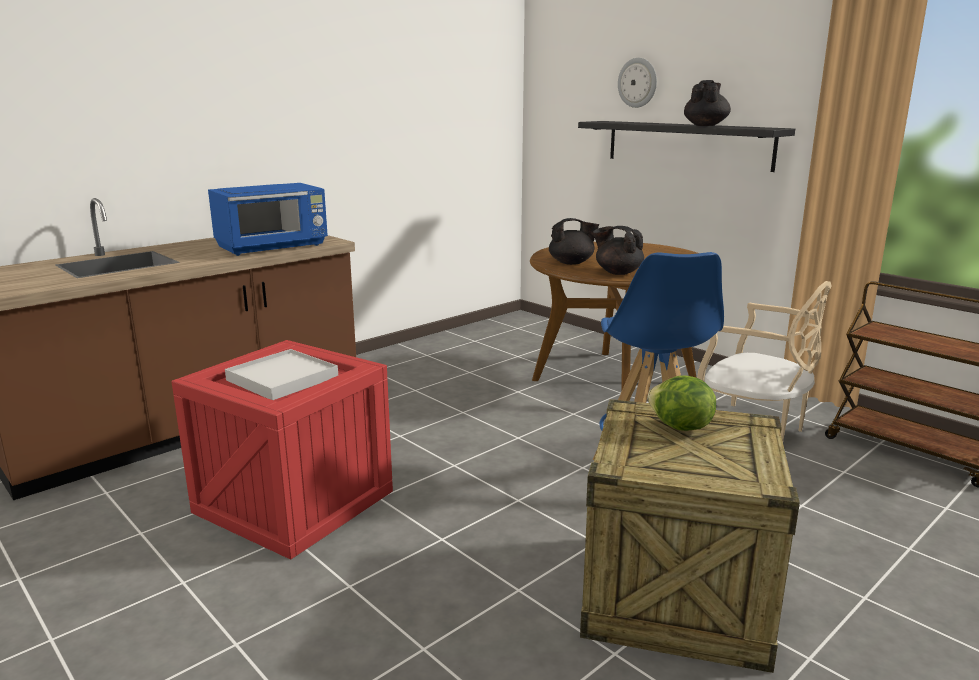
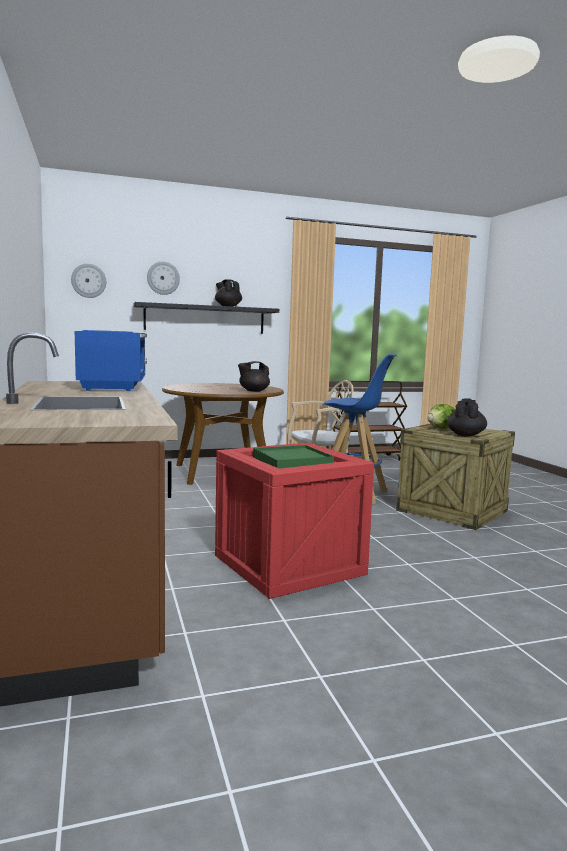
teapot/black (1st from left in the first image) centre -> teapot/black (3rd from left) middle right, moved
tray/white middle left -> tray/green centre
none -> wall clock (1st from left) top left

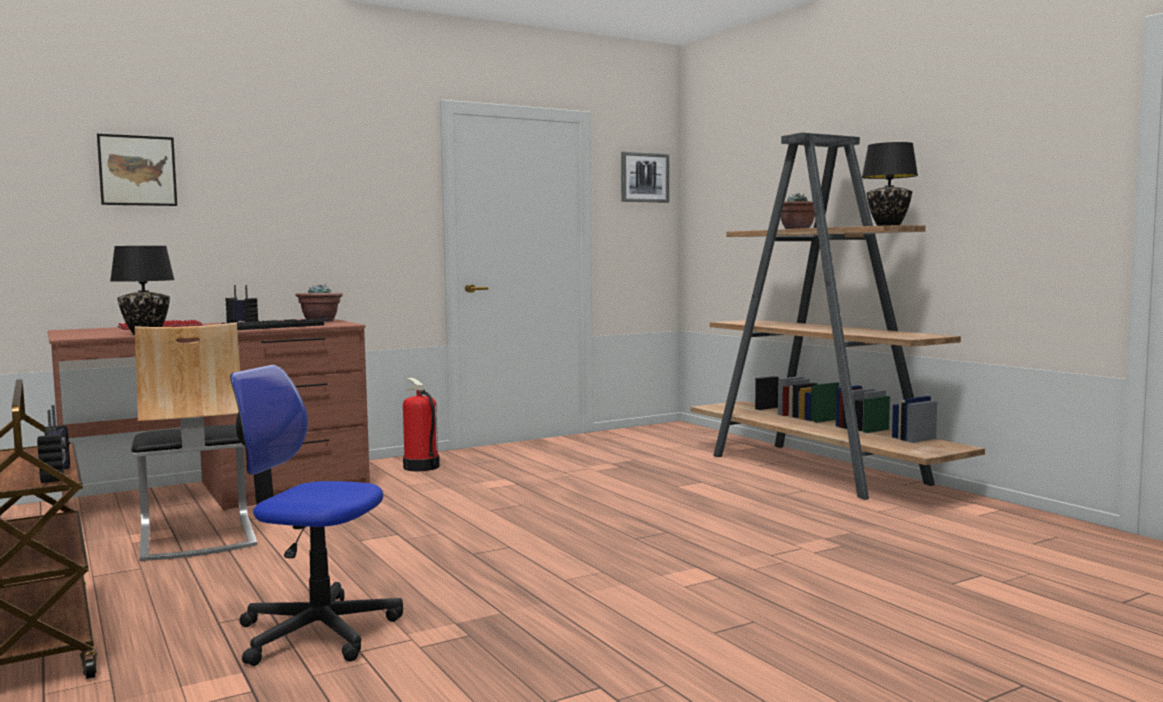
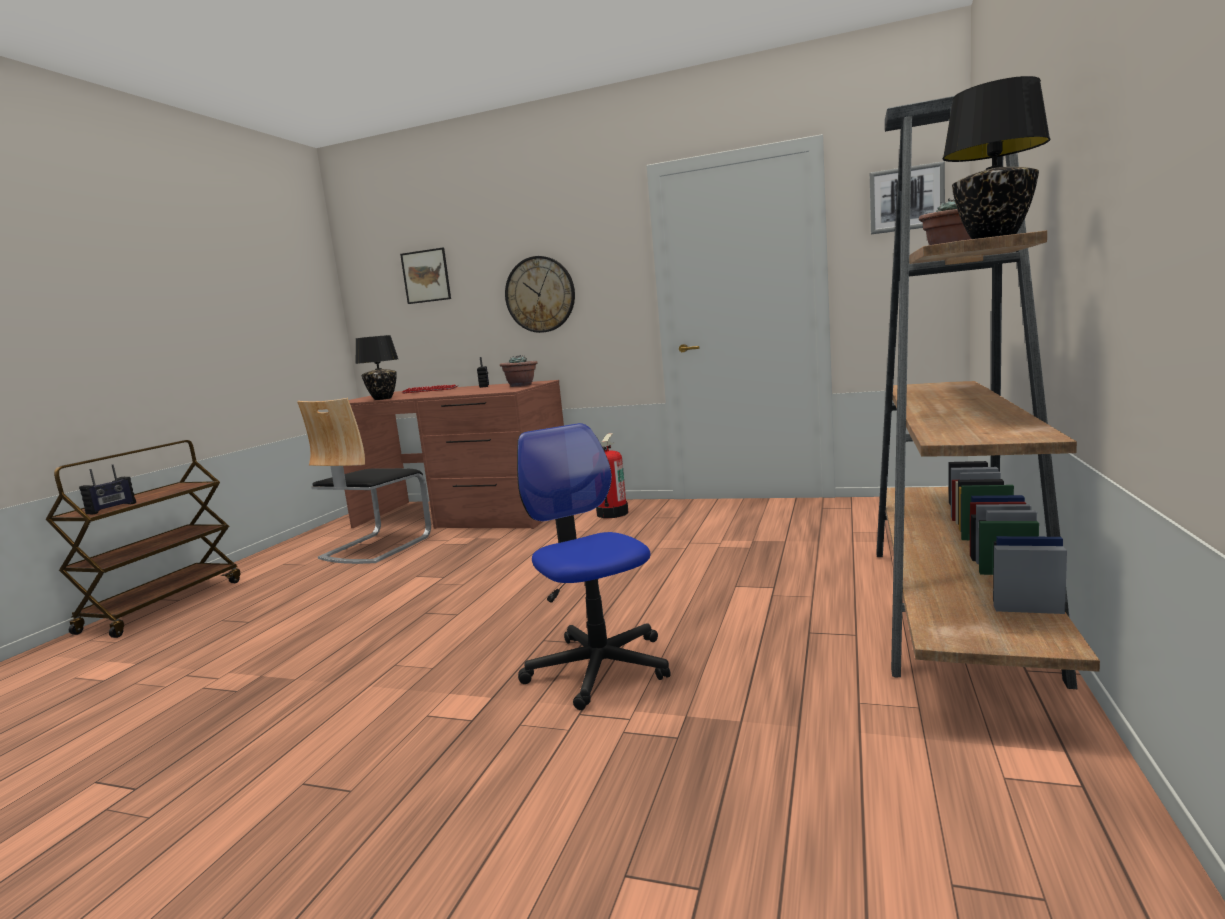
keyboard (2nd from left) middle left -> none
office chair bottom left -> office chair centre, moved
none -> wall clock top centre

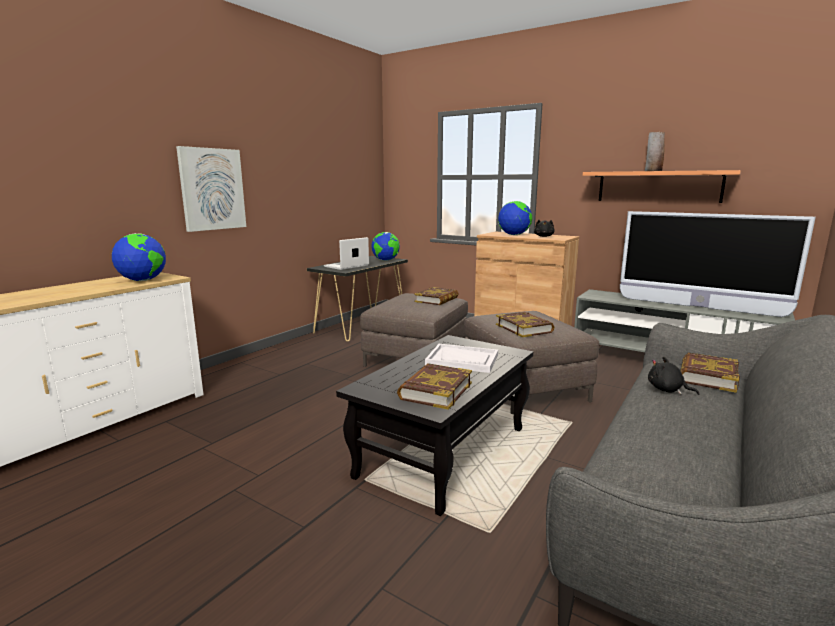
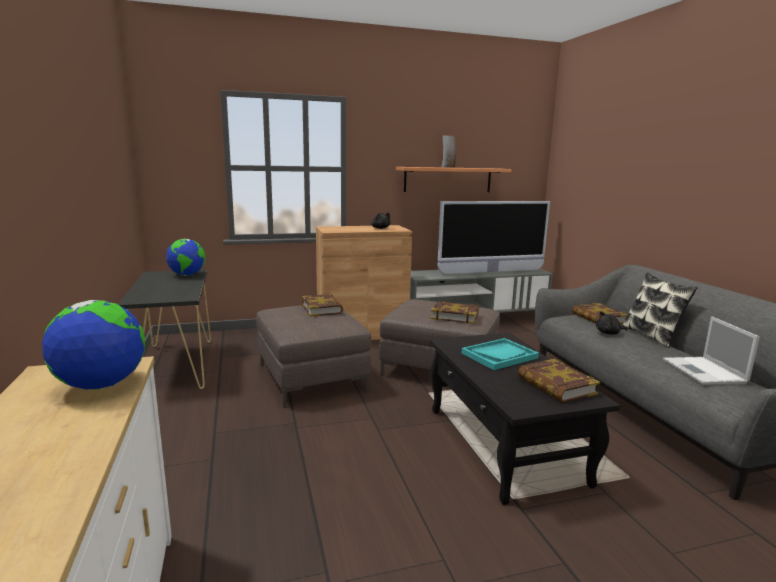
picture top left -> none
globe (3rd from left) centre -> none
laptop centre -> laptop middle right, moved
tray/white centre -> tray/turquoise centre
none -> pillow middle right

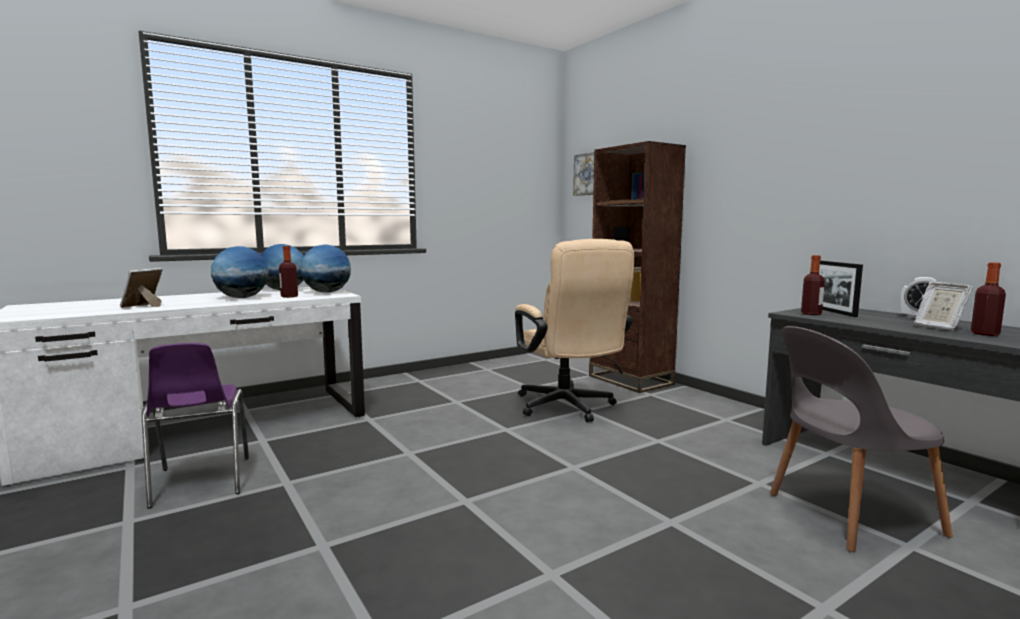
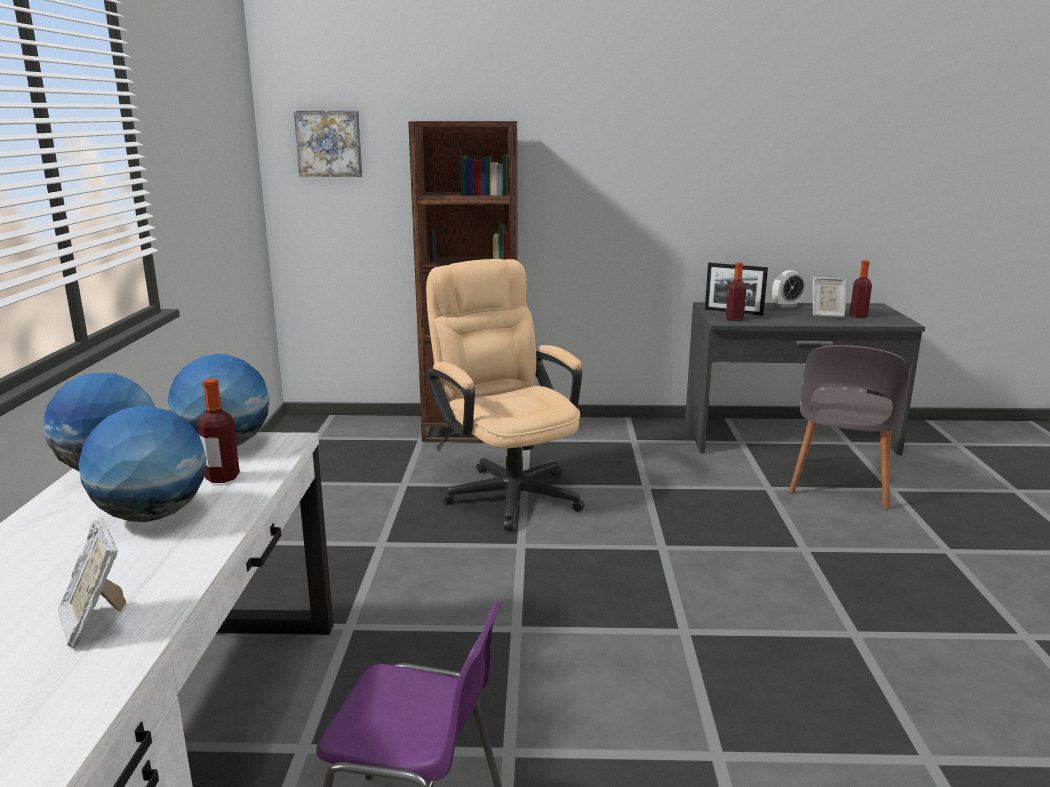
office chair/beige centre, 135 degrees counterclockwise

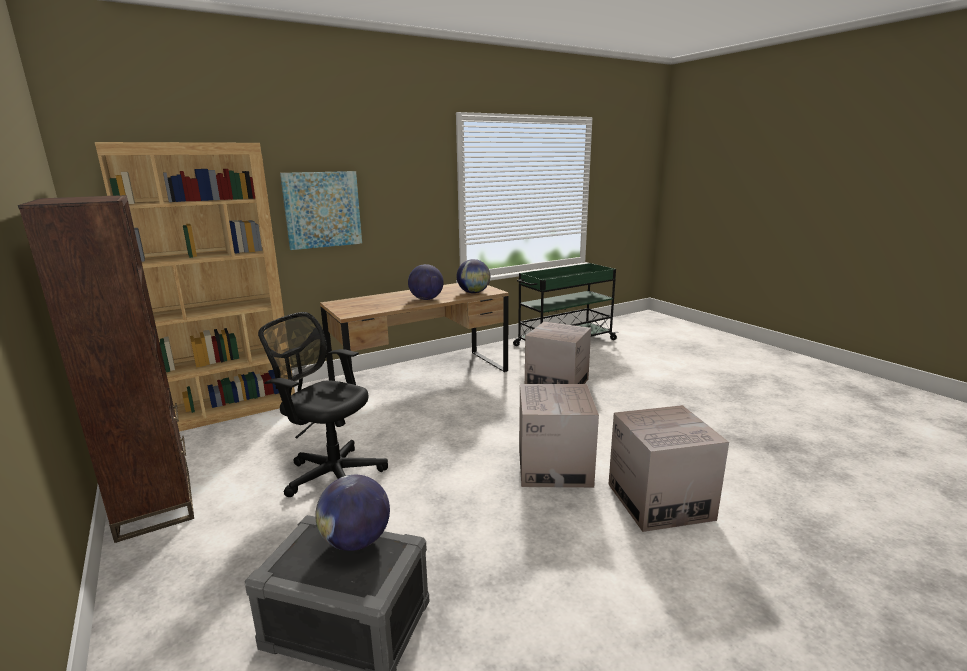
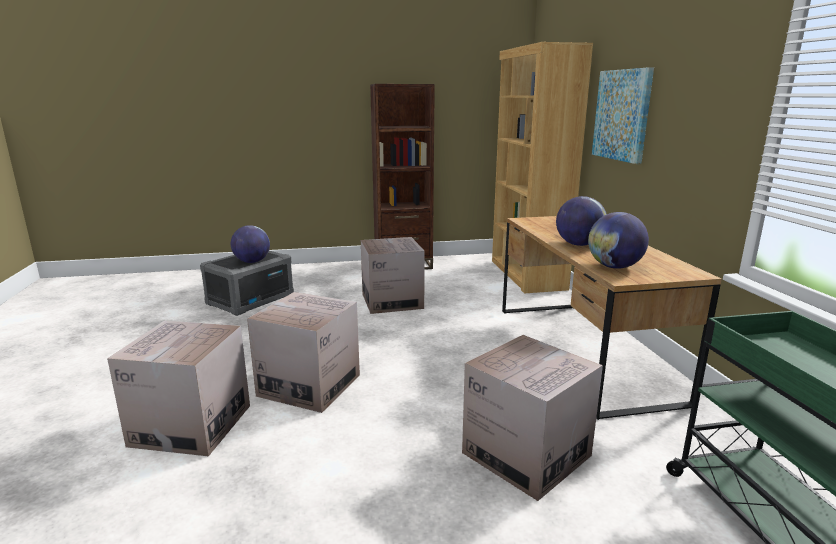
office chair/black centre -> cardboard box (3rd from left) centre

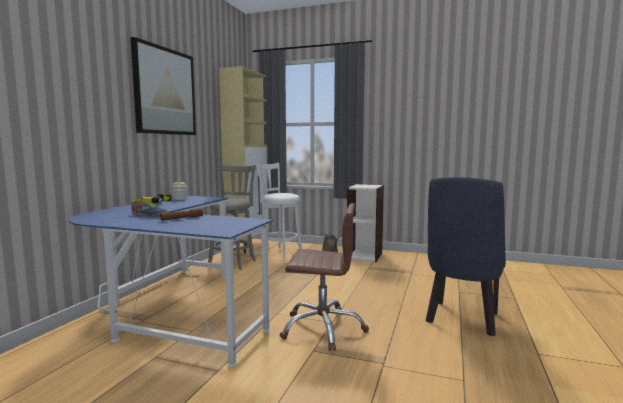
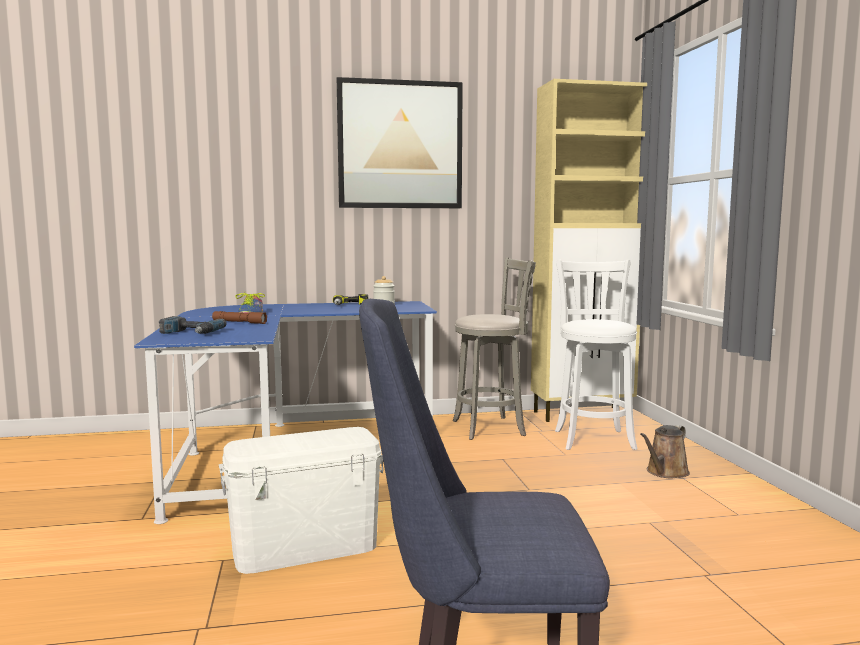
bookcase centre -> none
office chair/brown bottom centre -> storage box/white bottom centre
none -> power drill (1st from left) middle left

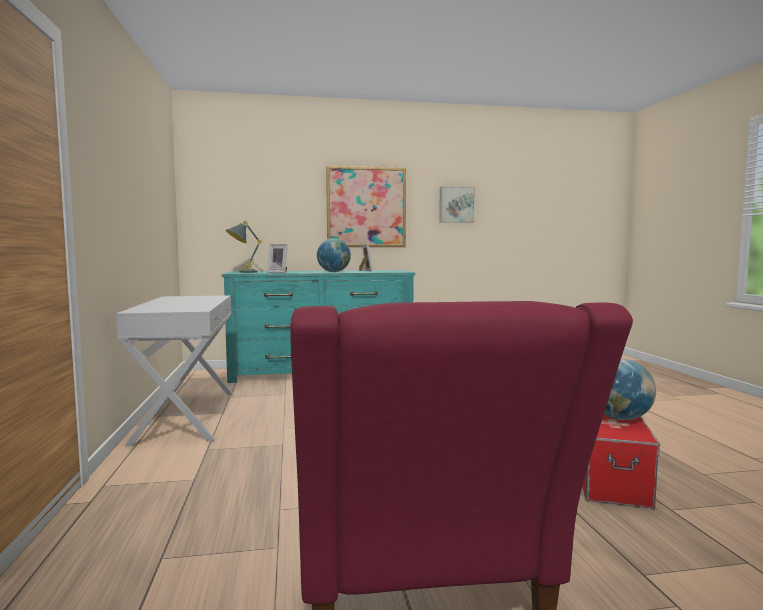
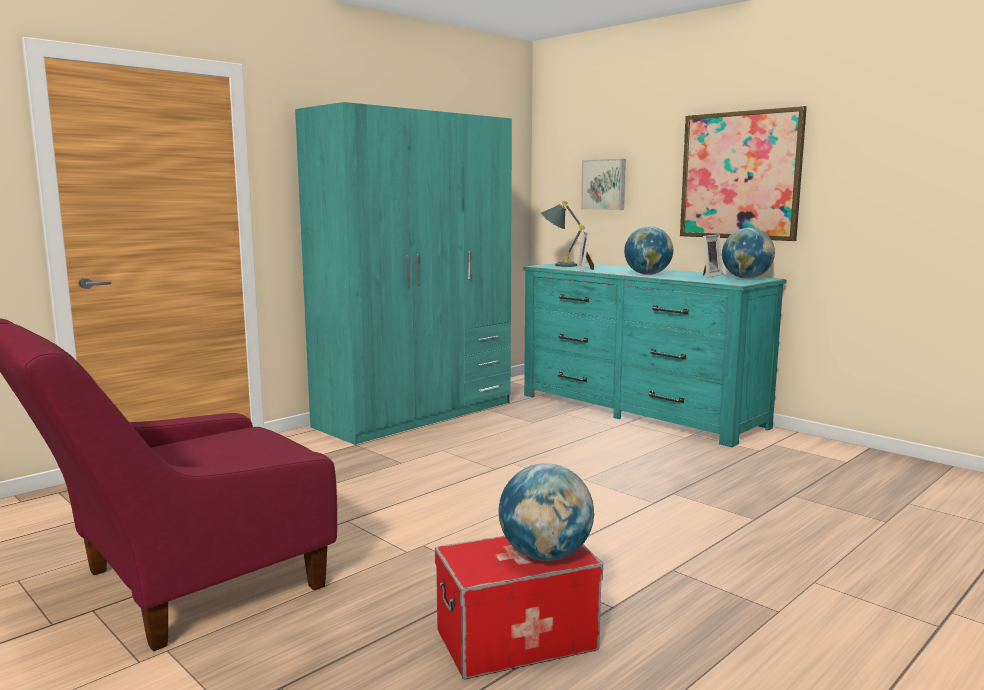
picture (2nd from left in the first image) centre -> picture (1st from left) top centre, moved
console table/white middle left -> wardrobe/turquoise centre
none -> globe (3rd from left) middle right

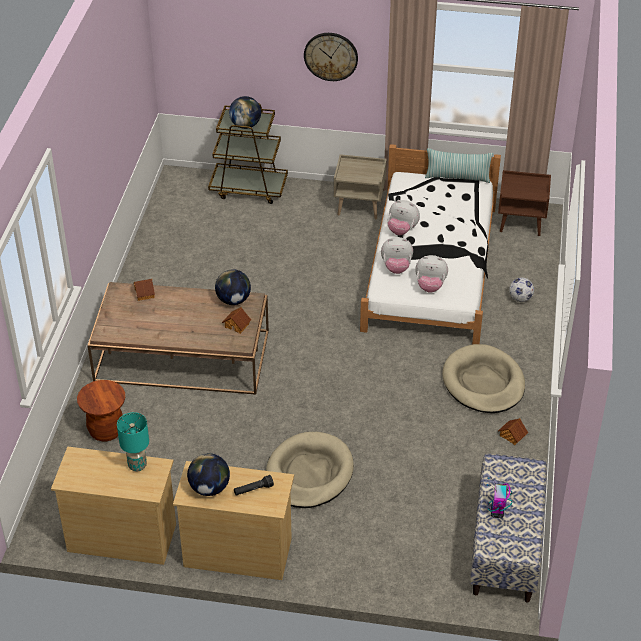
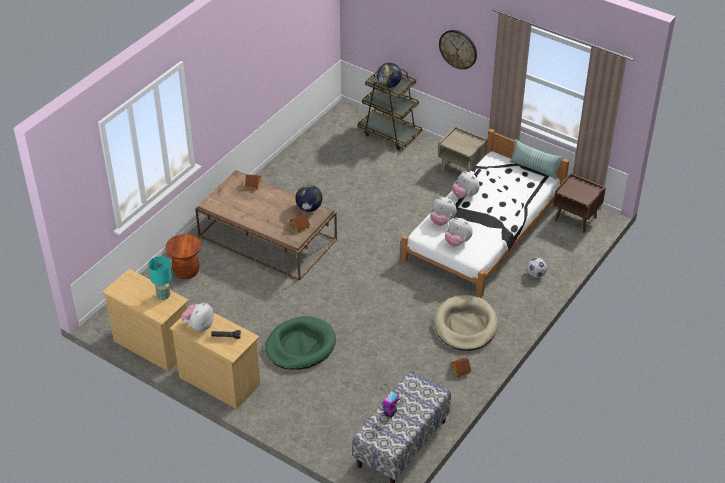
dog bed/beige (1st from left) bottom centre -> dog bed/green bottom centre
globe (1st from left) bottom left -> plush toy (1st from left) middle left

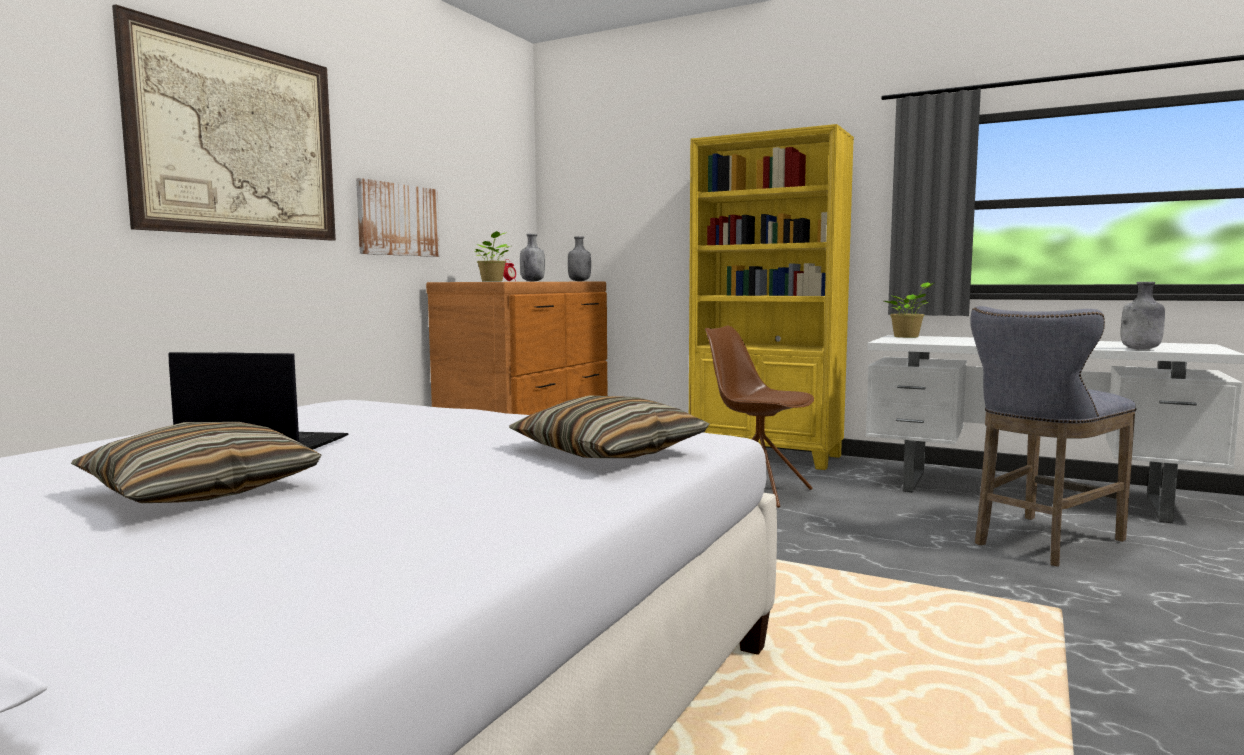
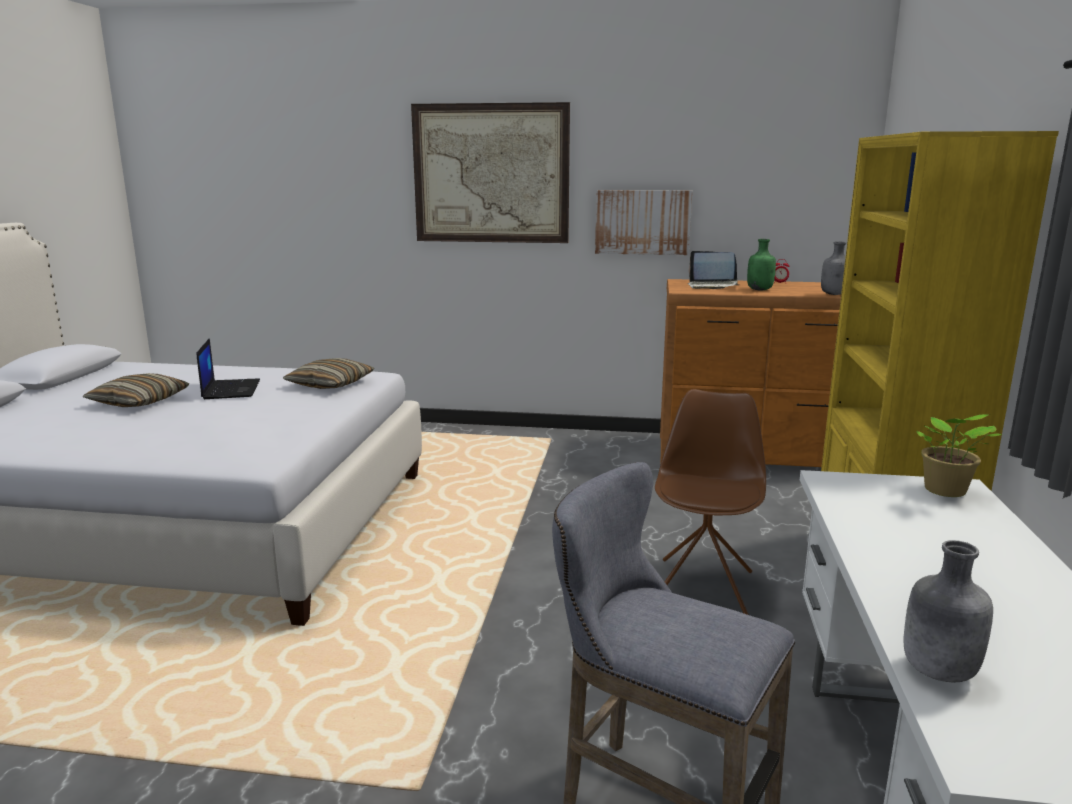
potted plant (1st from left) centre -> laptop (2nd from left) centre
bottle/grey (1st from left) centre -> bottle/green top right
pillow (2nd from left) centre -> pillow (2nd from left) middle left, moved

